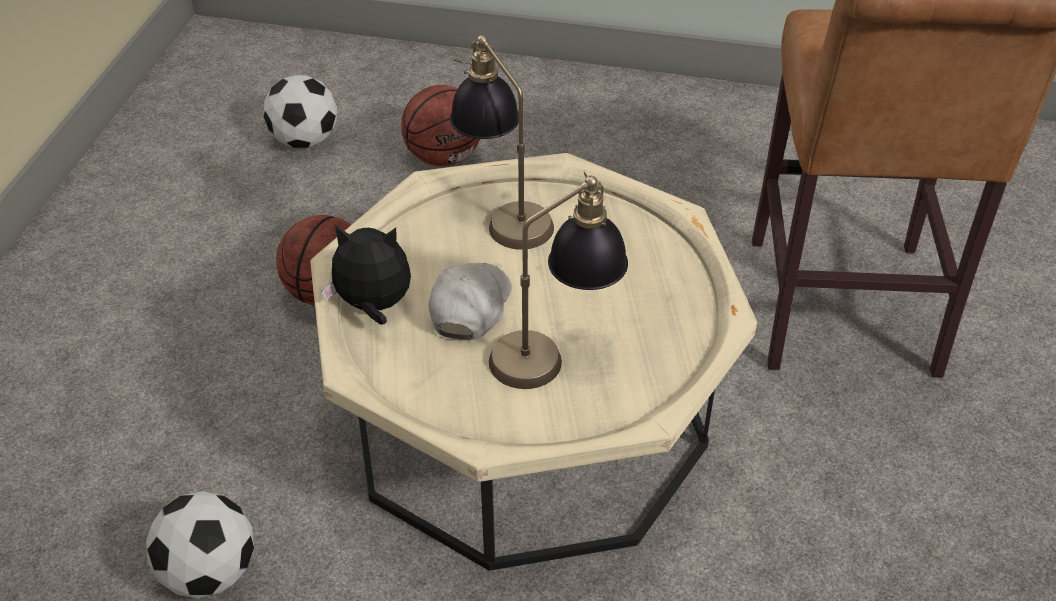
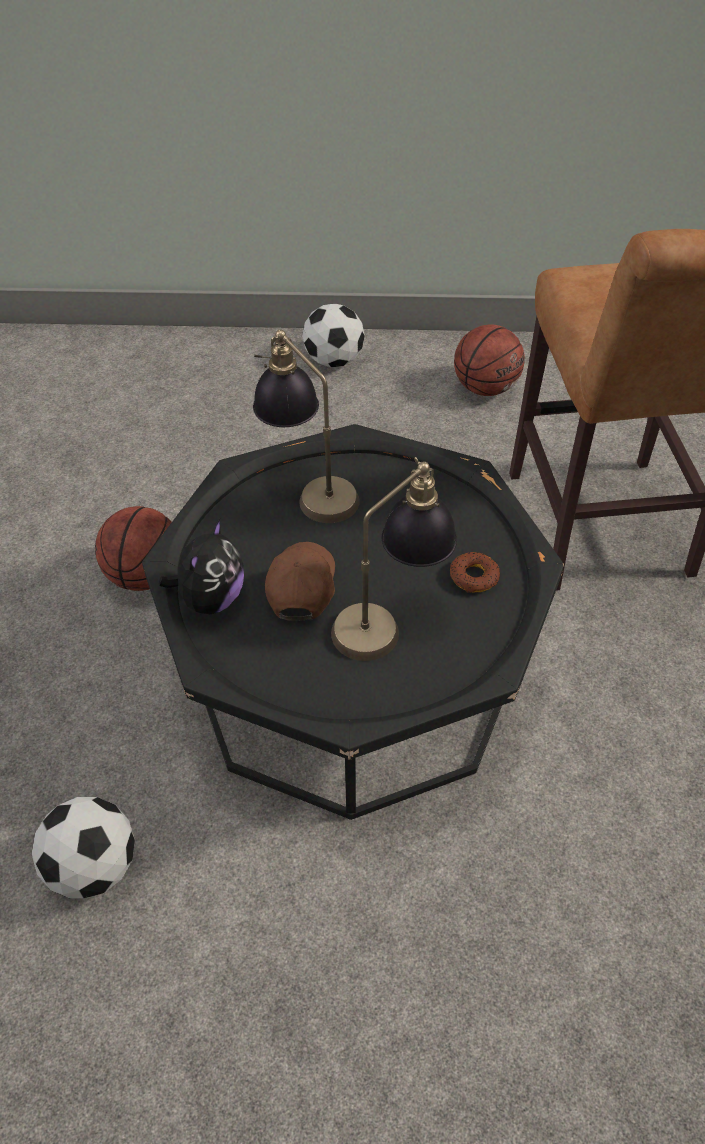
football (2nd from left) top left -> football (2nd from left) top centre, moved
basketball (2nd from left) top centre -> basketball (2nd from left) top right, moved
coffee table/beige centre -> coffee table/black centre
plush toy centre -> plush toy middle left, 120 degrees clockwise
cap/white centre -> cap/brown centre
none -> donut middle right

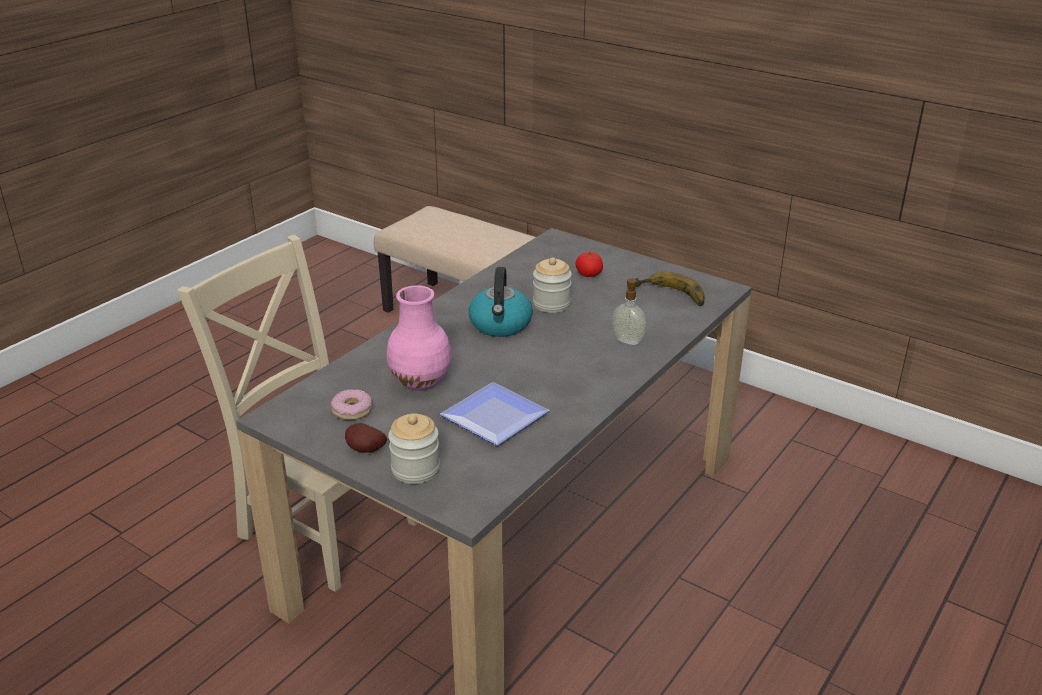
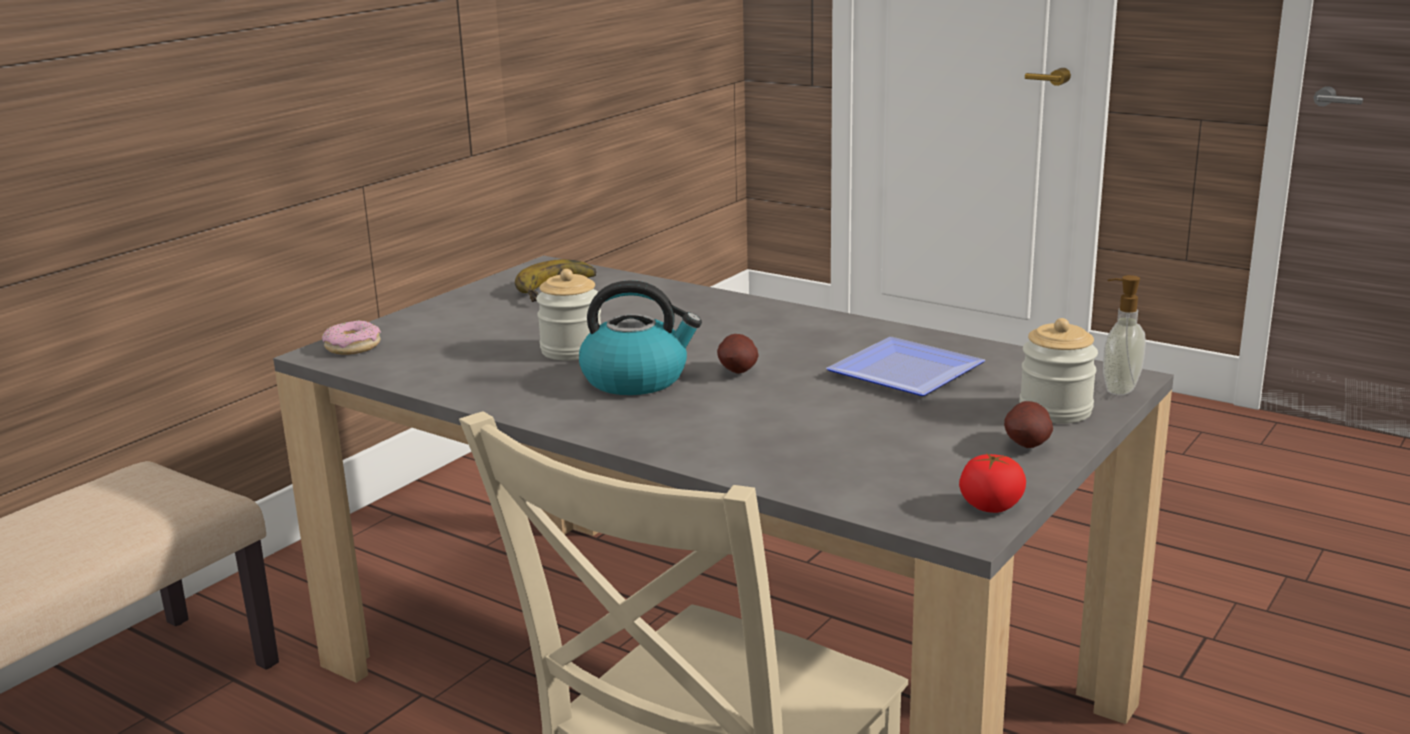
tomato centre -> tomato middle right, moved
soap dispenser centre -> soap dispenser middle right, moved
vase/pink centre -> none
donut centre -> donut middle left, moved
none -> potato (1st from left) centre

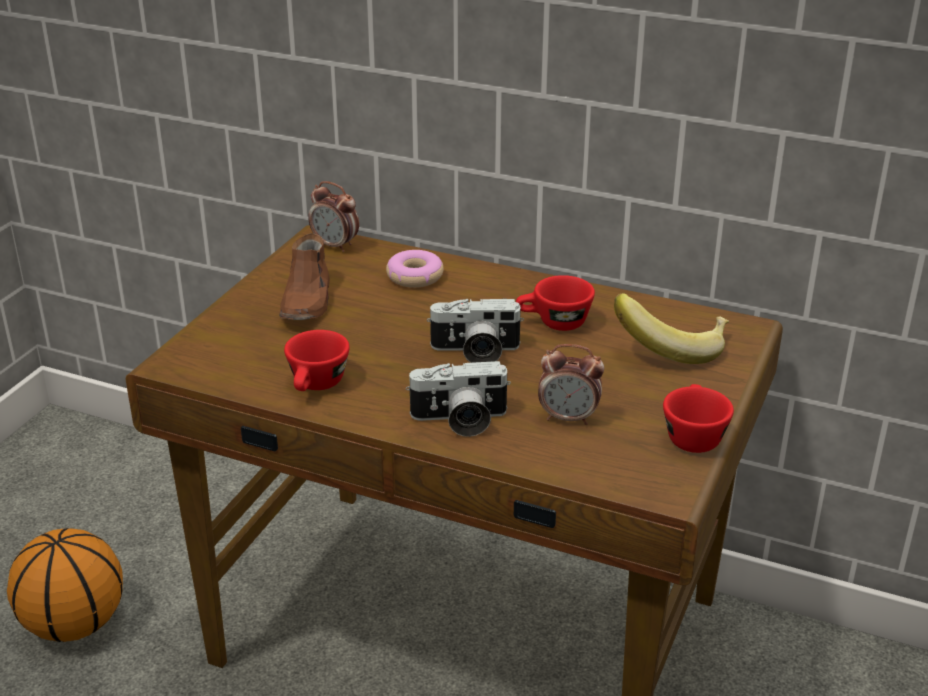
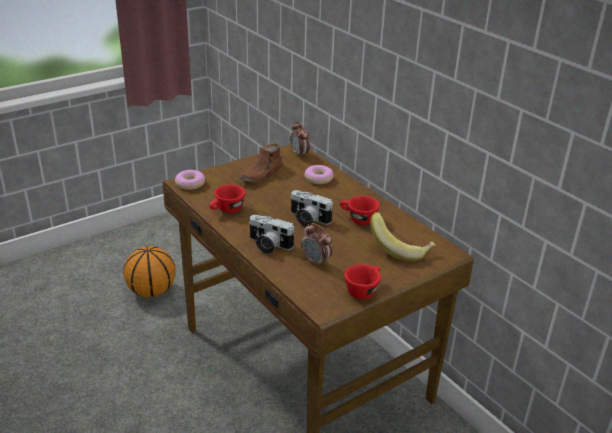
none -> donut (1st from left) middle left

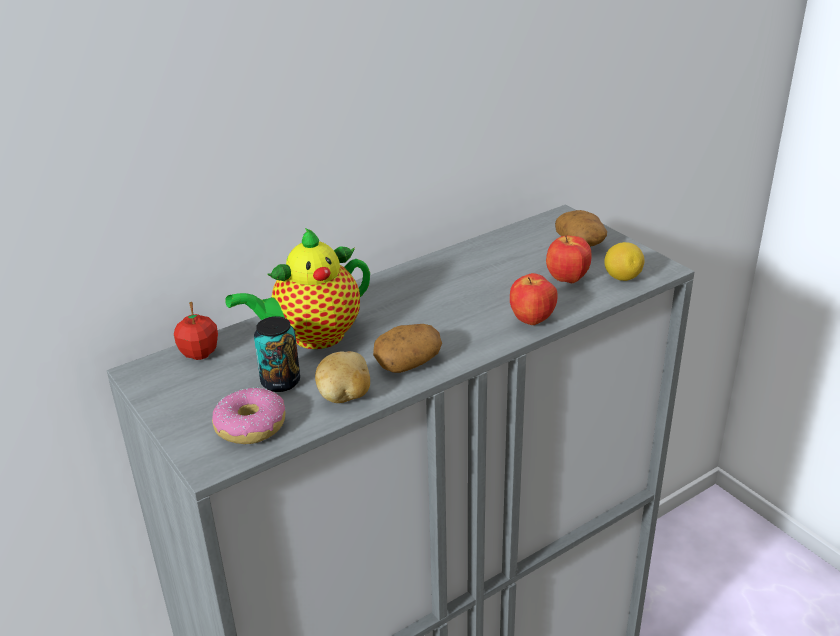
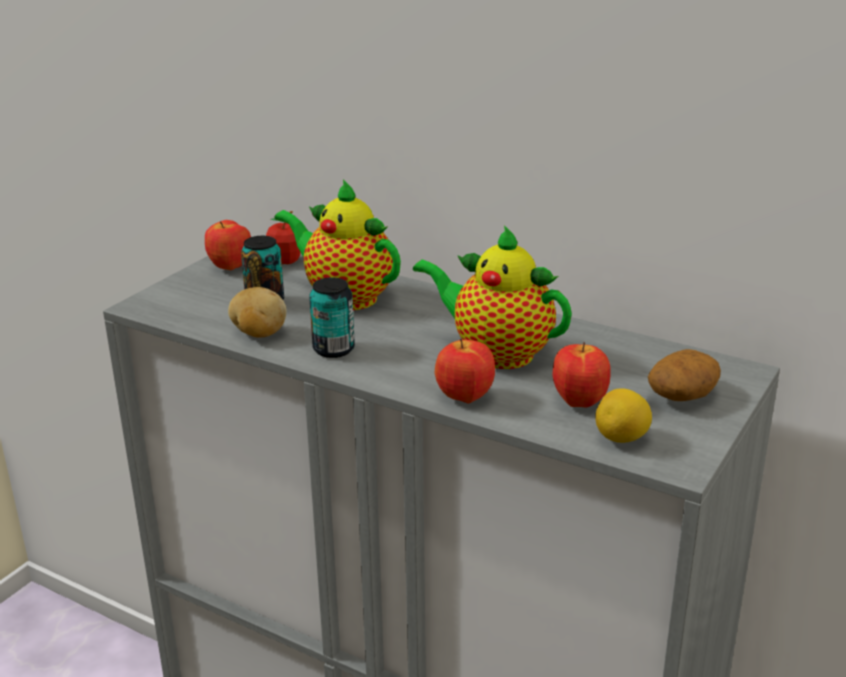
potato (2nd from left) centre -> can (2nd from left) centre
donut middle left -> none
none -> apple (1st from left) middle left
none -> teapot (2nd from left) centre

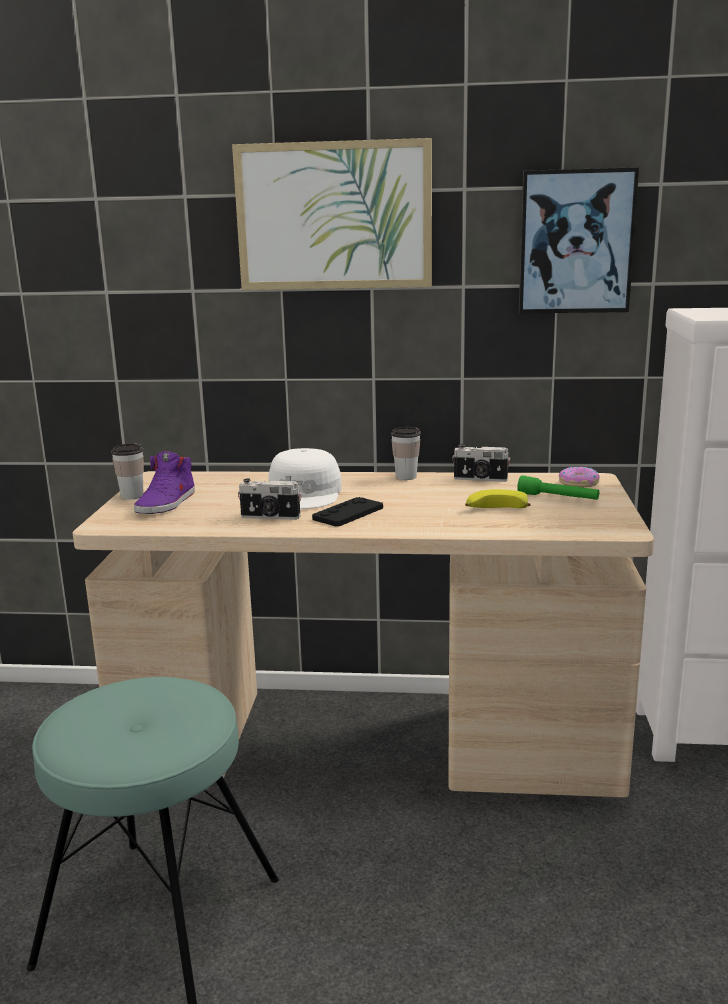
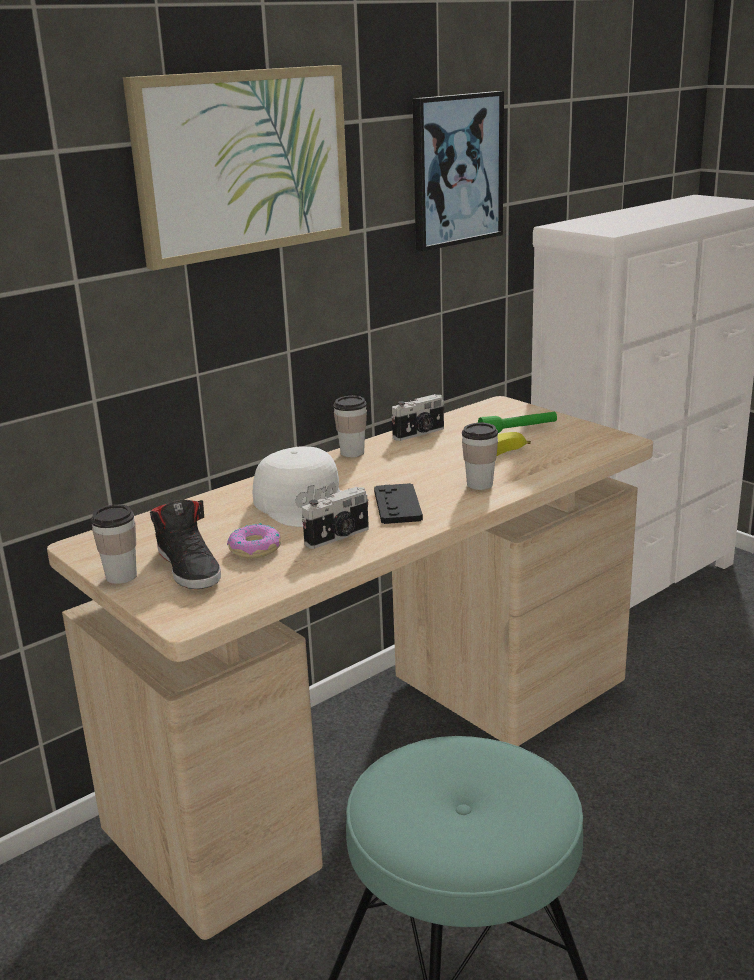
shoe/purple middle left -> shoe/black middle left
donut middle right -> donut centre, moved
none -> cup (3rd from left) centre

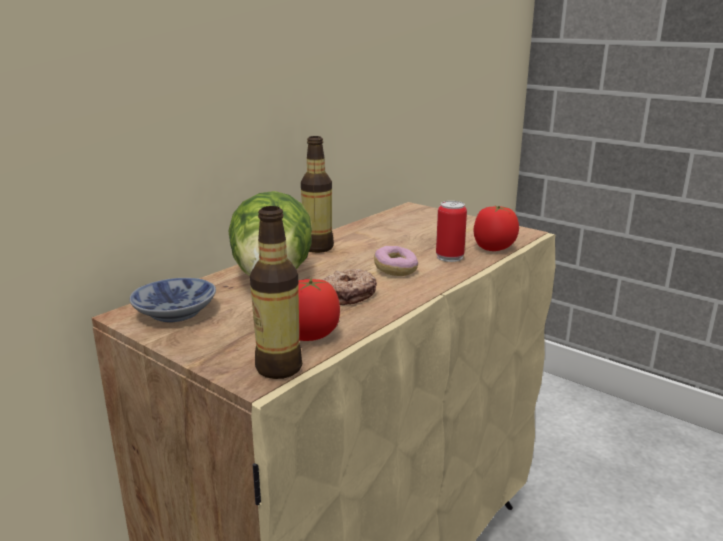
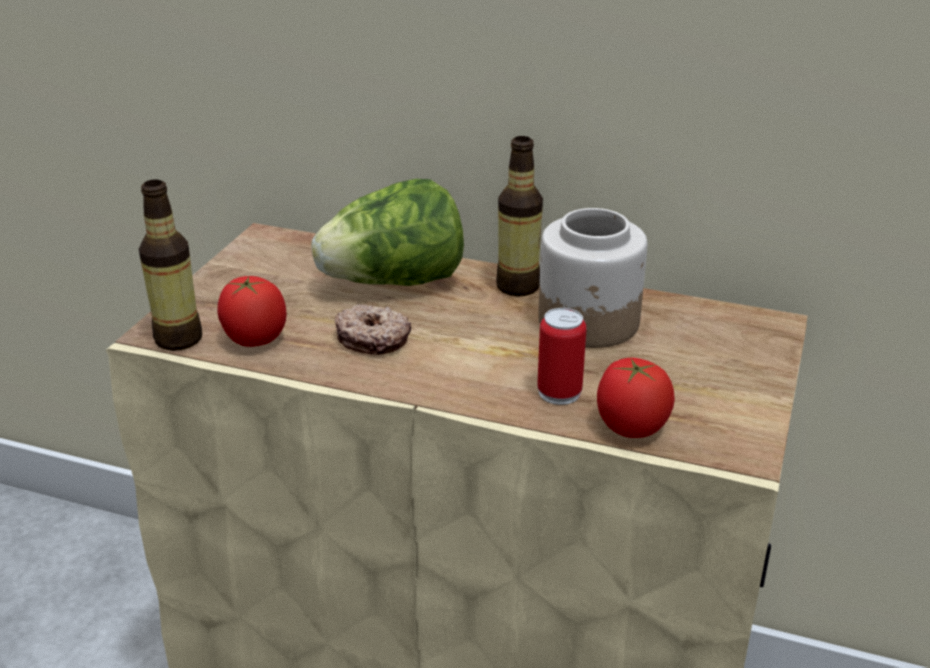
donut (2nd from left) centre -> none
bowl middle left -> none
none -> jar centre

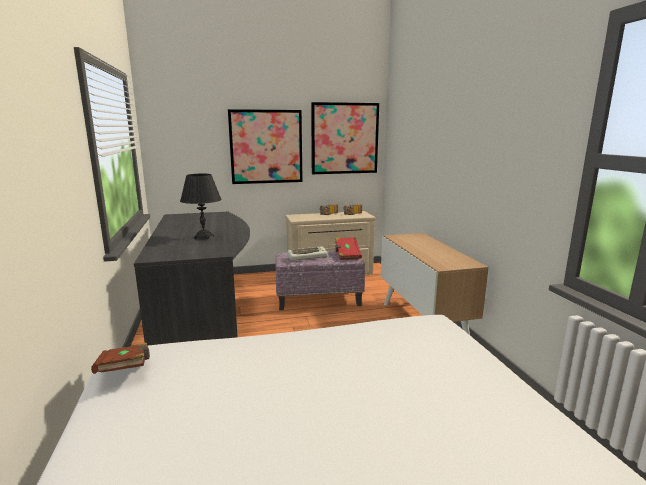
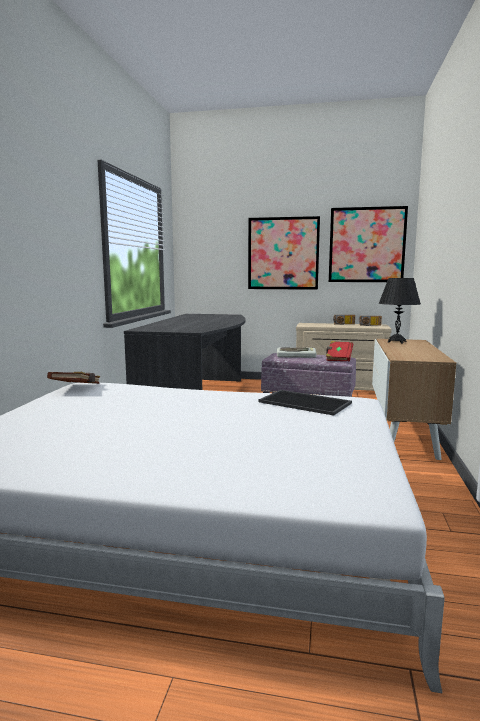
table lamp/black middle left -> table lamp/black middle right, moved
none -> tray centre

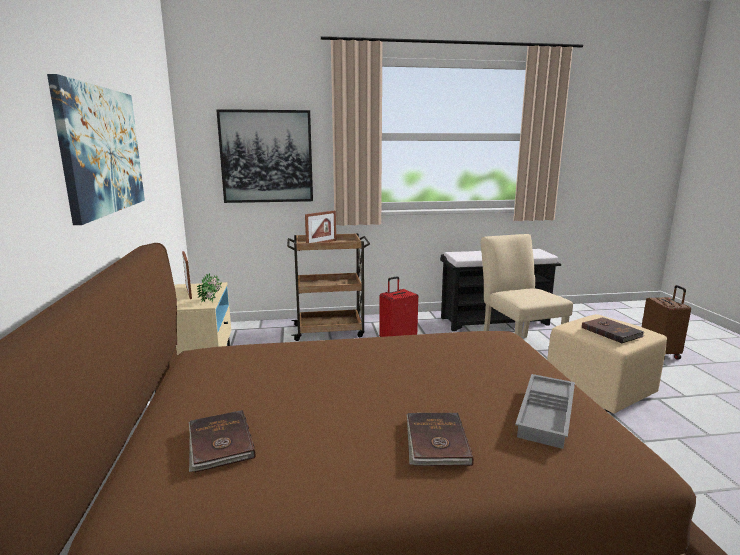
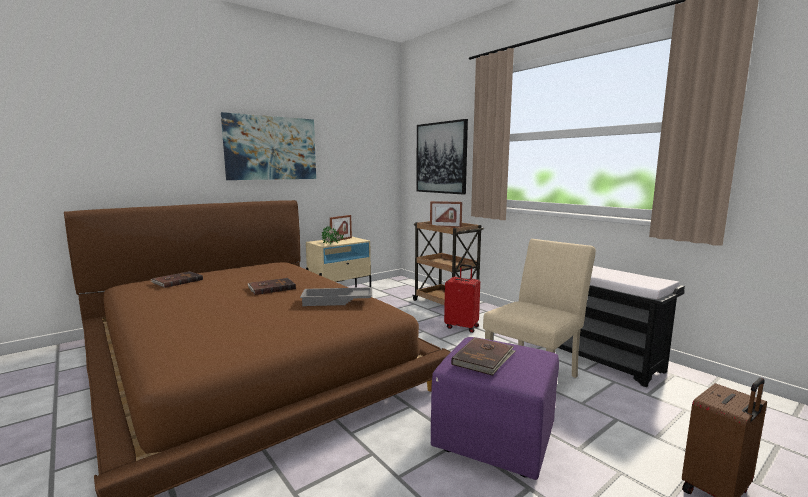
ottoman/beige middle right -> ottoman/purple bottom centre
tray/grey bottom right -> tray/grey centre, moved
book/brown (2nd from left) bottom centre -> book/brown (2nd from left) centre, moved

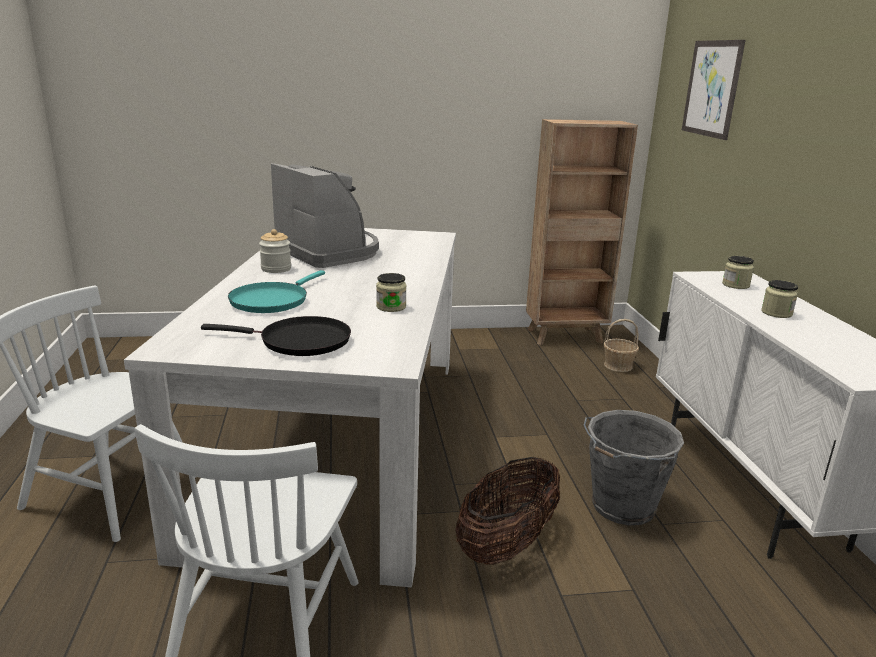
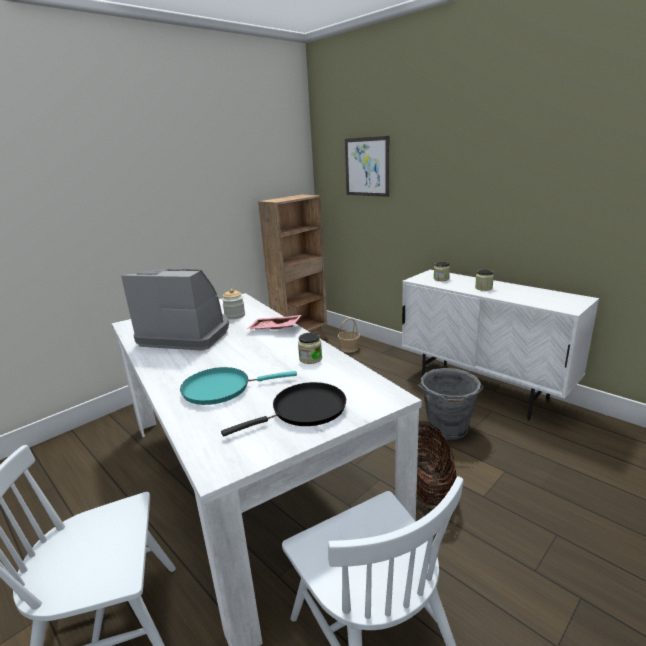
jar (1st from left) middle left -> jar (1st from left) centre, moved
frying pan/turquoise middle left -> frying pan/turquoise centre, 90 degrees clockwise
none -> tray/pink centre

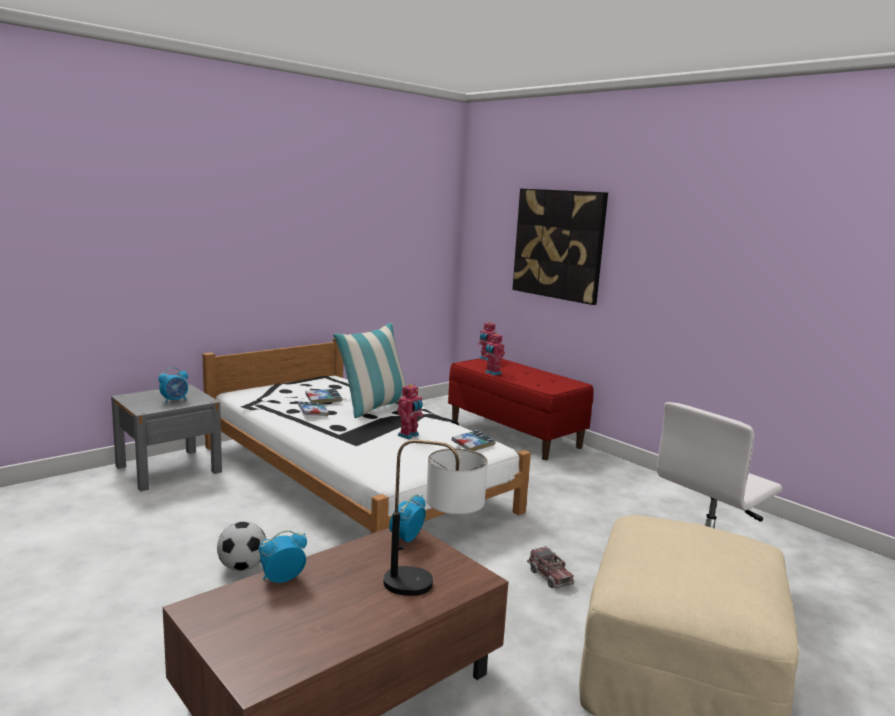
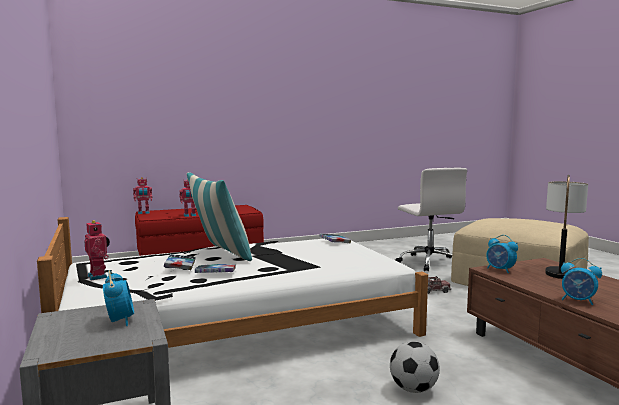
picture centre -> none
toy robot (1st from left) centre -> toy robot (1st from left) middle left, moved
alarm clock (2nd from left in the first image) bottom left -> alarm clock (3rd from left) bottom right, 45 degrees counterclockwise

